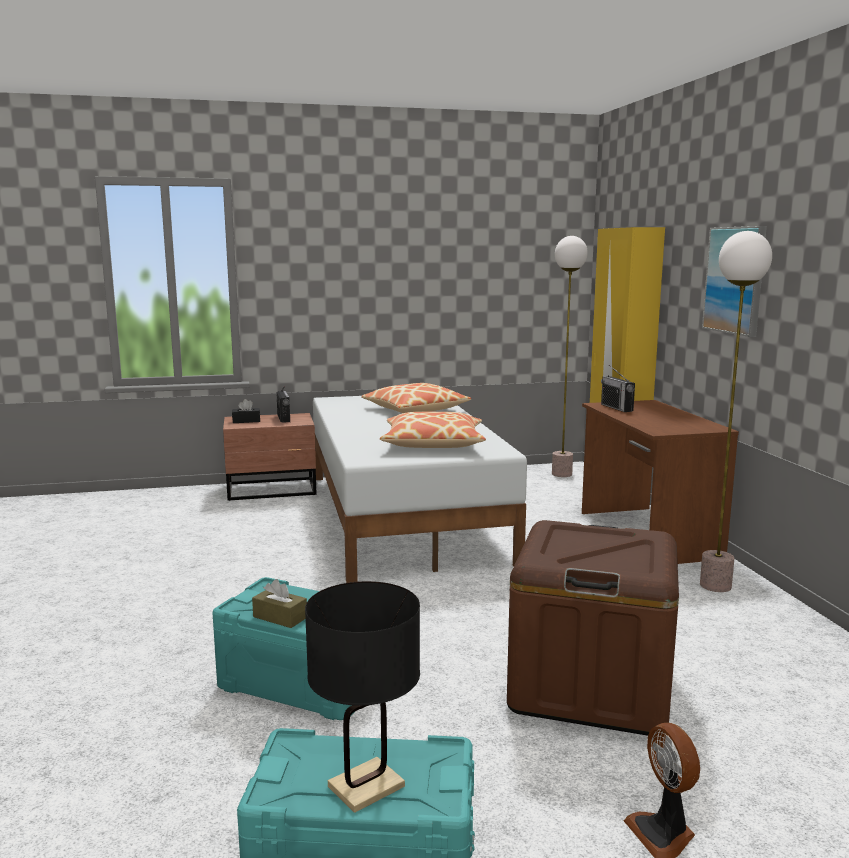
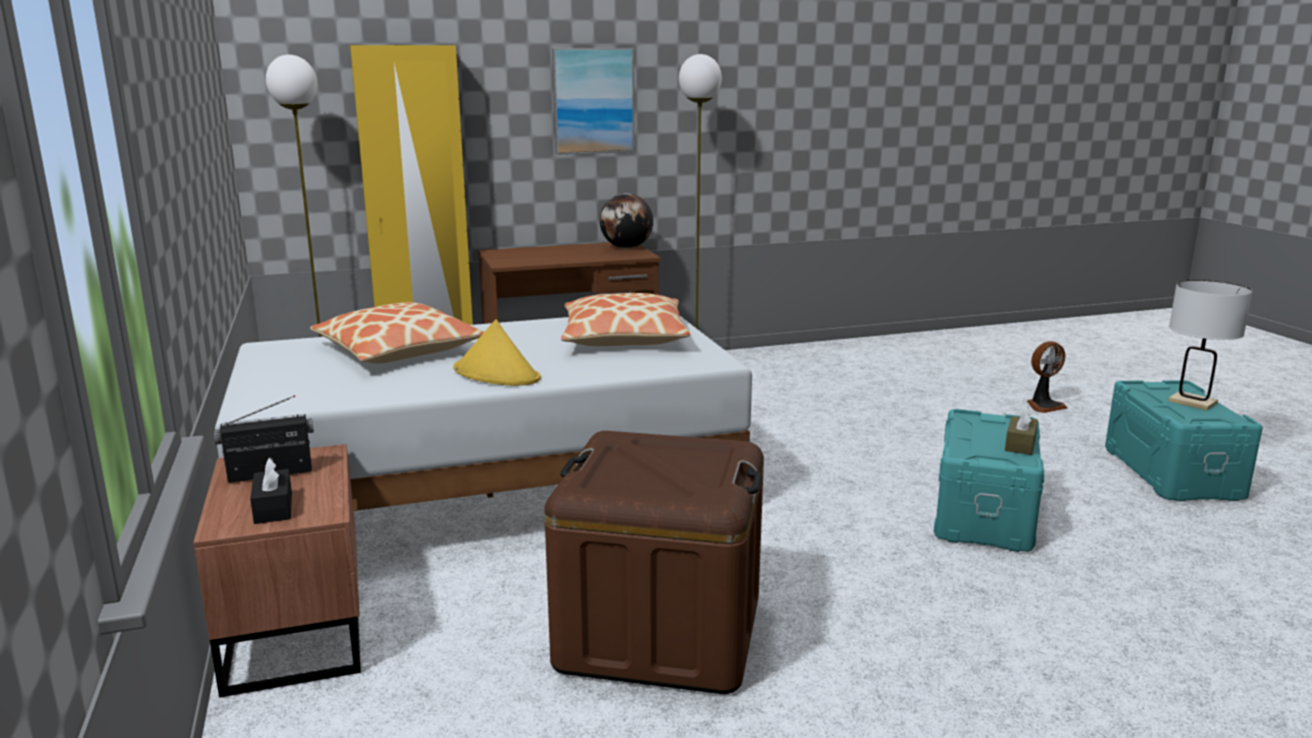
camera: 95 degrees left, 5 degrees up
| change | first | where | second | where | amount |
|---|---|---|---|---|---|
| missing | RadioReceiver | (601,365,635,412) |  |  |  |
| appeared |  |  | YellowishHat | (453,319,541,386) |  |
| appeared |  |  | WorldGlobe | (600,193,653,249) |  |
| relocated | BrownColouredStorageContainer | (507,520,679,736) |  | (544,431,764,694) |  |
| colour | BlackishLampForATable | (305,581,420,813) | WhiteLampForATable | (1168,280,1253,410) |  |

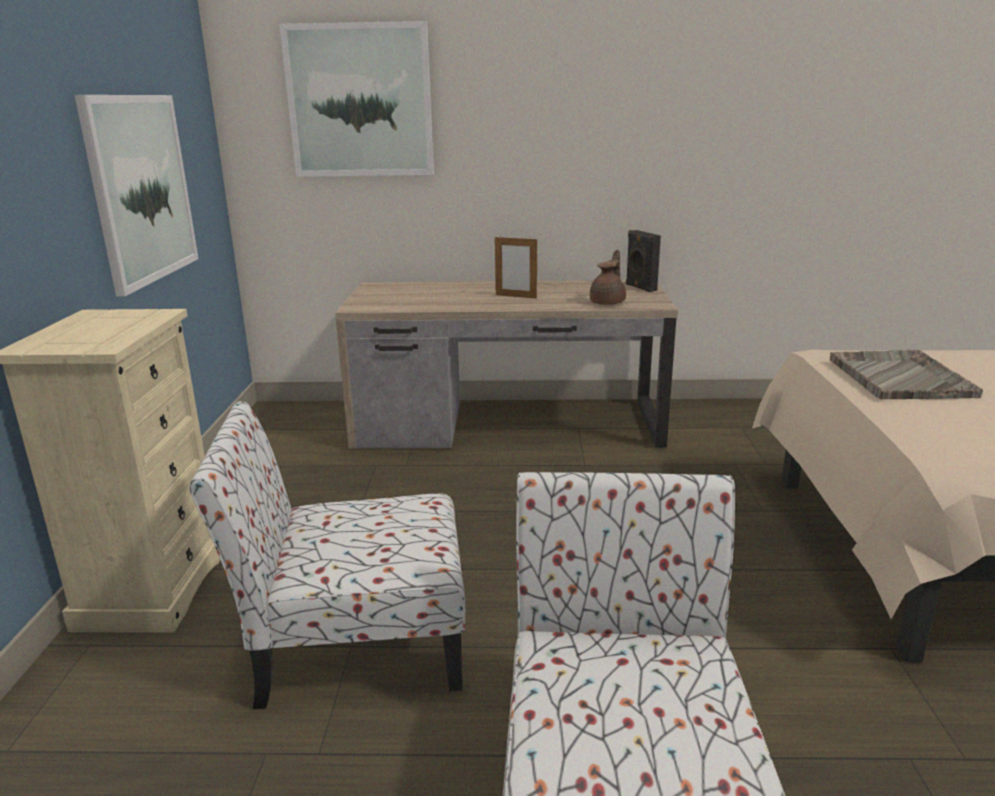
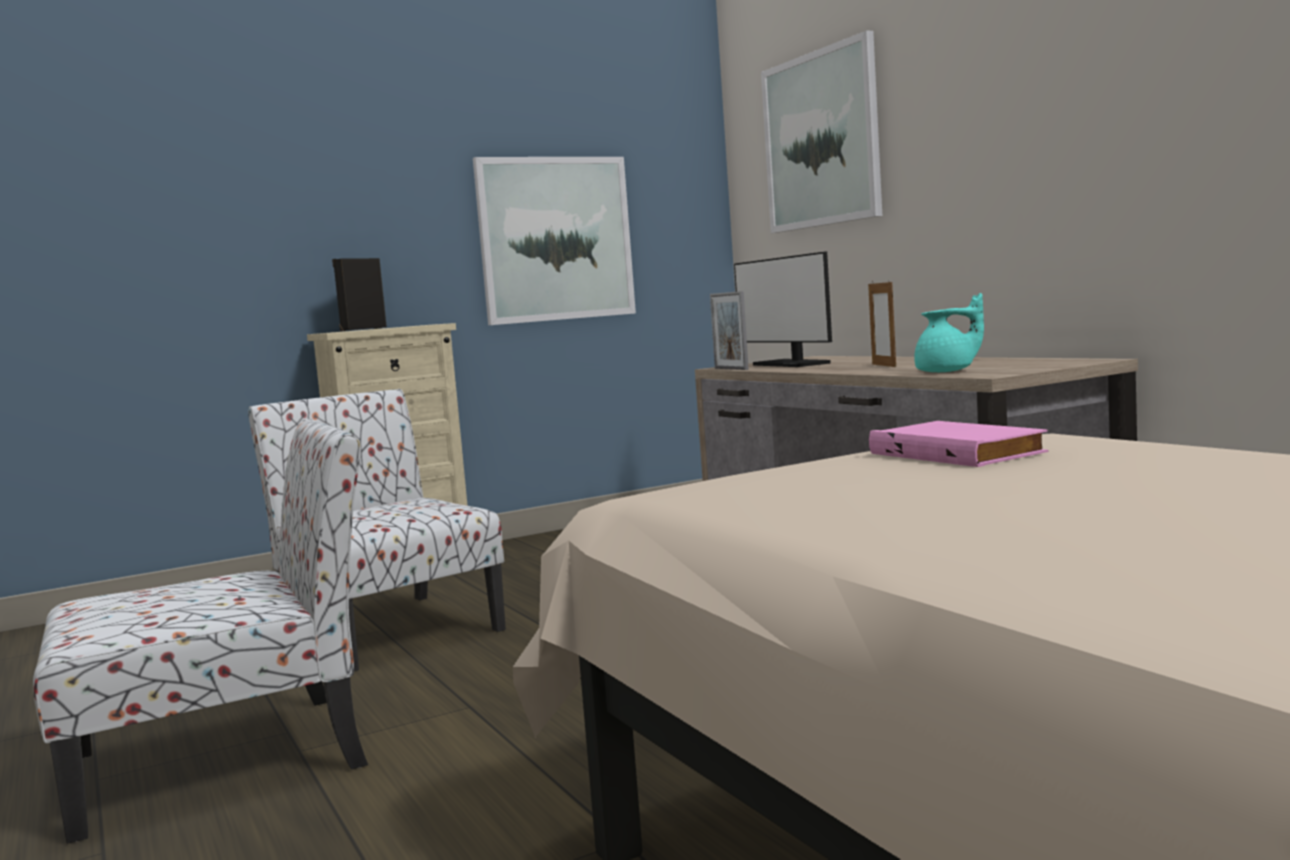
camera: 60 degrees right, 15 degrees down
| change | first | where | second | where | amount |
|---|---|---|---|---|---|
| appeared |  |  | PhotoFrame | (710,291,749,370) |  |
| appeared |  |  | ComputerDisplay | (734,251,832,367) |  |
| relocated | BlackishAudioSpeaker | (626,230,661,292) |  | (332,258,387,332) |  |
| exchanged | GrayCarryingTray | (830,350,983,399) | PinkishVolume | (869,421,1048,467) |  |
| colour | BrownColouredTeapot | (590,250,626,305) | TurquoiseTeapot | (914,293,984,372) |  |

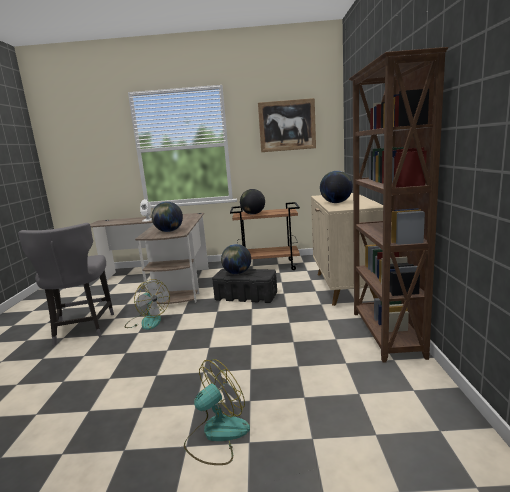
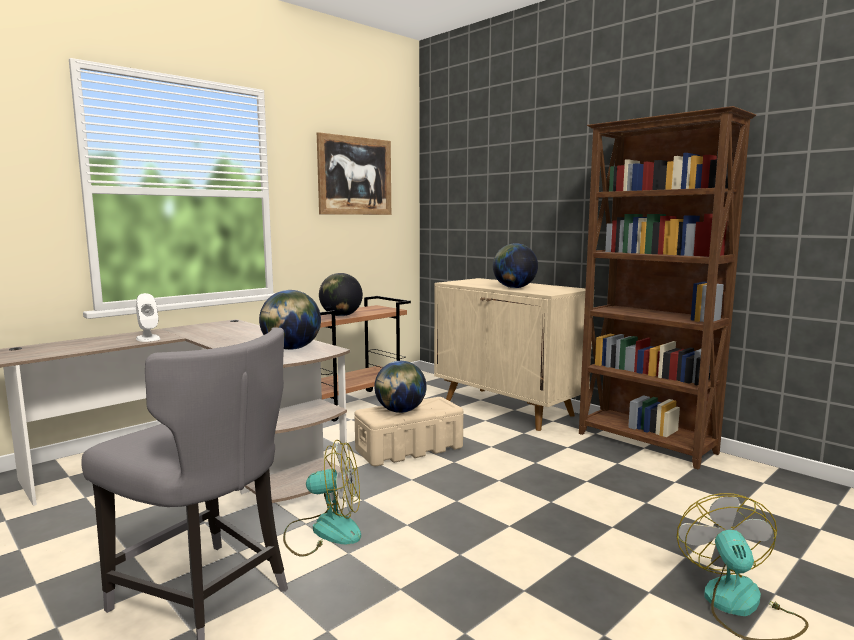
camera: 45 degrees left, 5 degrees down
| change | first | where | second | where | amount |
|---|---|---|---|---|---|
| colour | BlackishStorageContainer | (212,268,277,303) | SandColouredStorageContainer | (354,397,463,466) |  |

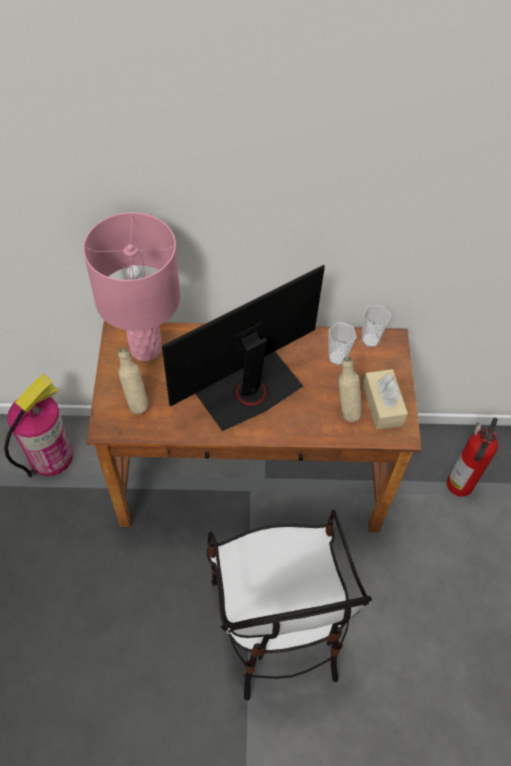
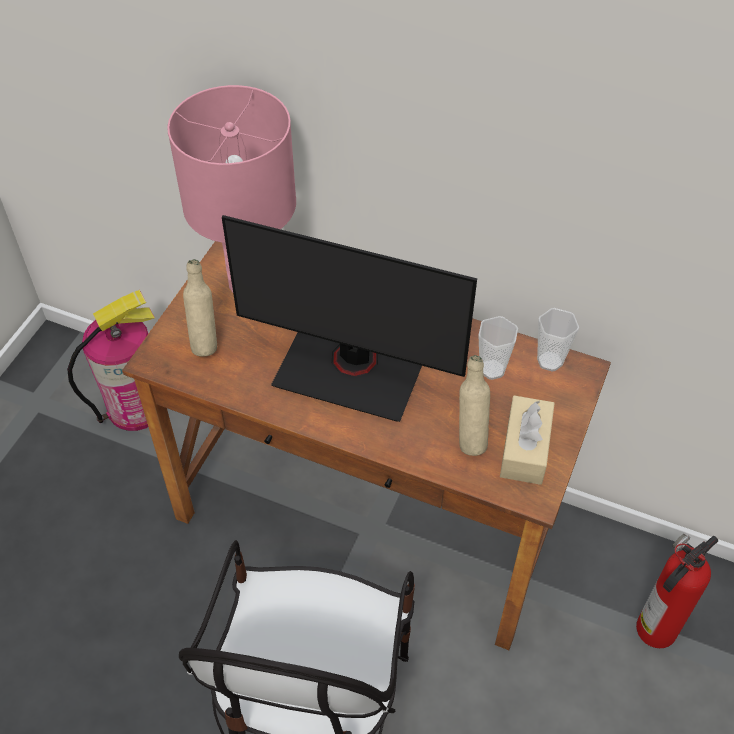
camera: 25 degrees right, 5 degrees down
| change | first | where | second | where | amount |
|---|---|---|---|---|---|
| spun | ComputerDisplay | (162,265,325,431) |  | (222,215,477,422) | 150 degrees counterclockwise |

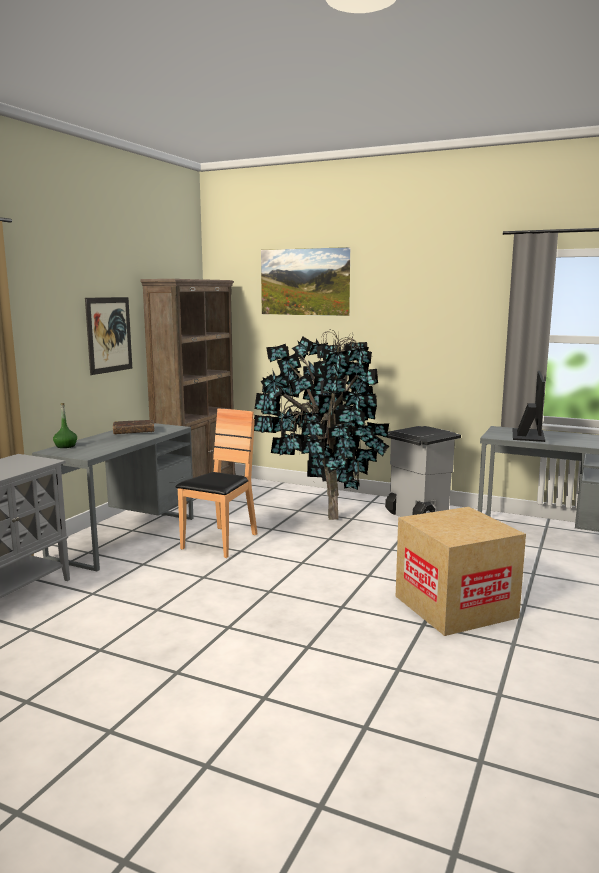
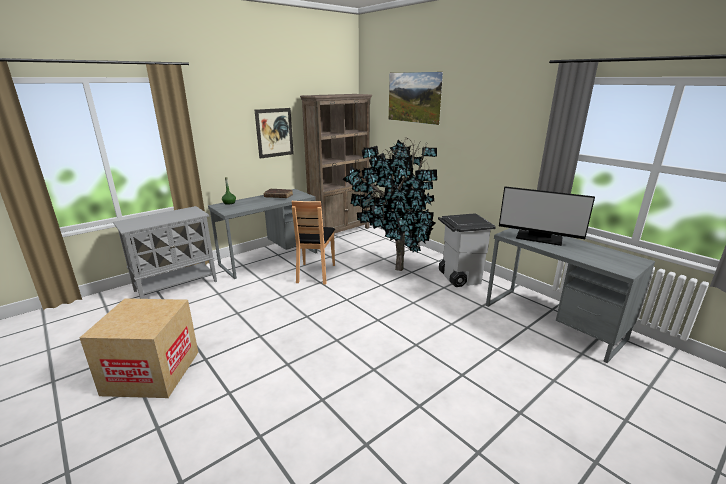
camera: 25 degrees right, 10 degrees up
| change | first | where | second | where | amount |
|---|---|---|---|---|---|
| relocated | PackingBox | (396,507,526,636) |  | (80,298,198,398) |  |
| spun | BrownColouredChair | (176,408,258,558) |  | (292,201,335,284) | 135 degrees clockwise |
| spun | ComputerDisplay | (512,371,545,442) |  | (499,187,595,246) | 75 degrees clockwise |

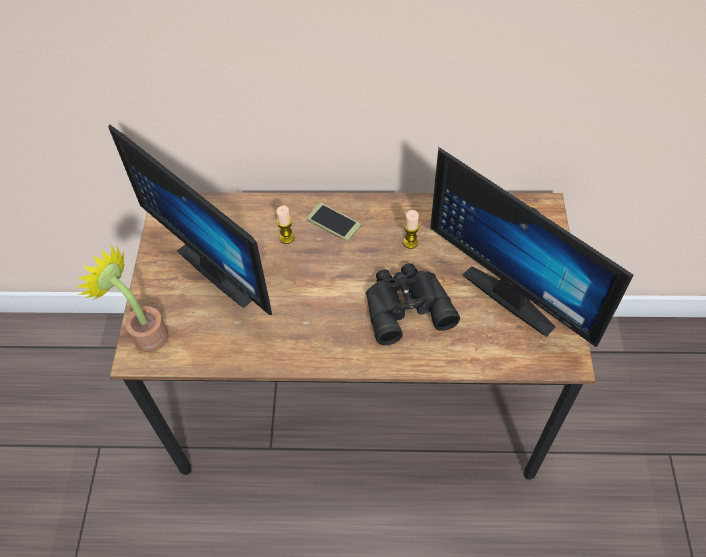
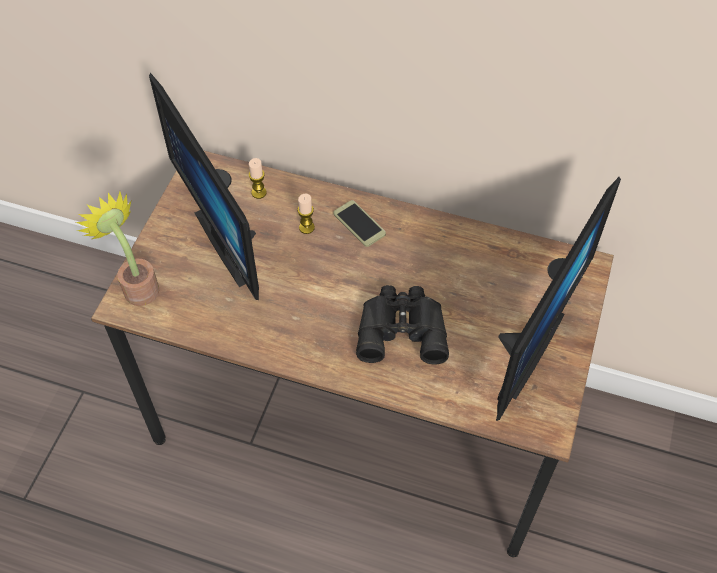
camera: 15 degrees right, 0 degrees up
| change | first | where | second | where | amount |
|---|---|---|---|---|---|
| relocated | WaxLight | (403,210,420,249) |  | (249,158,267,199) |  |
| spun | ComputerDisplay | (430,147,634,347) |  | (496,177,621,421) | 120 degrees counterclockwise |

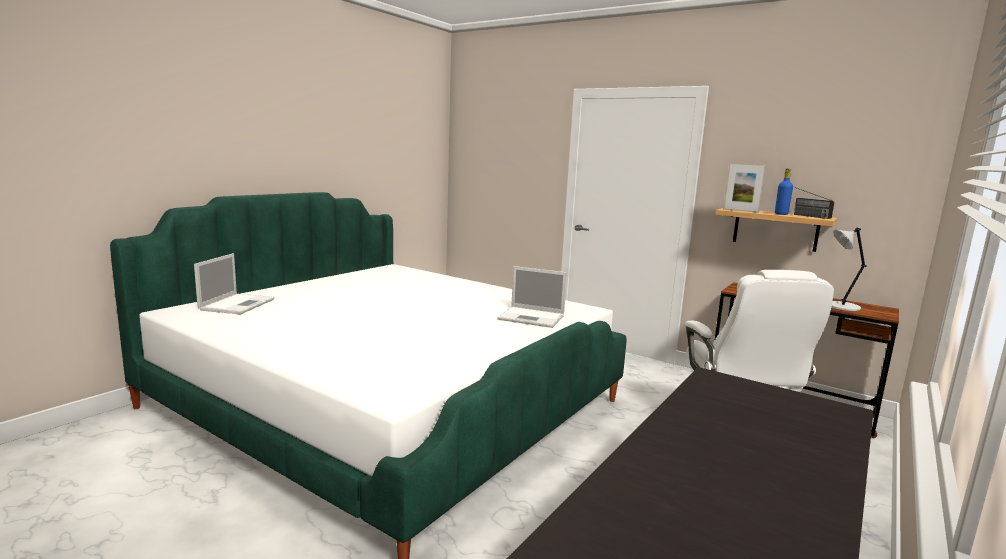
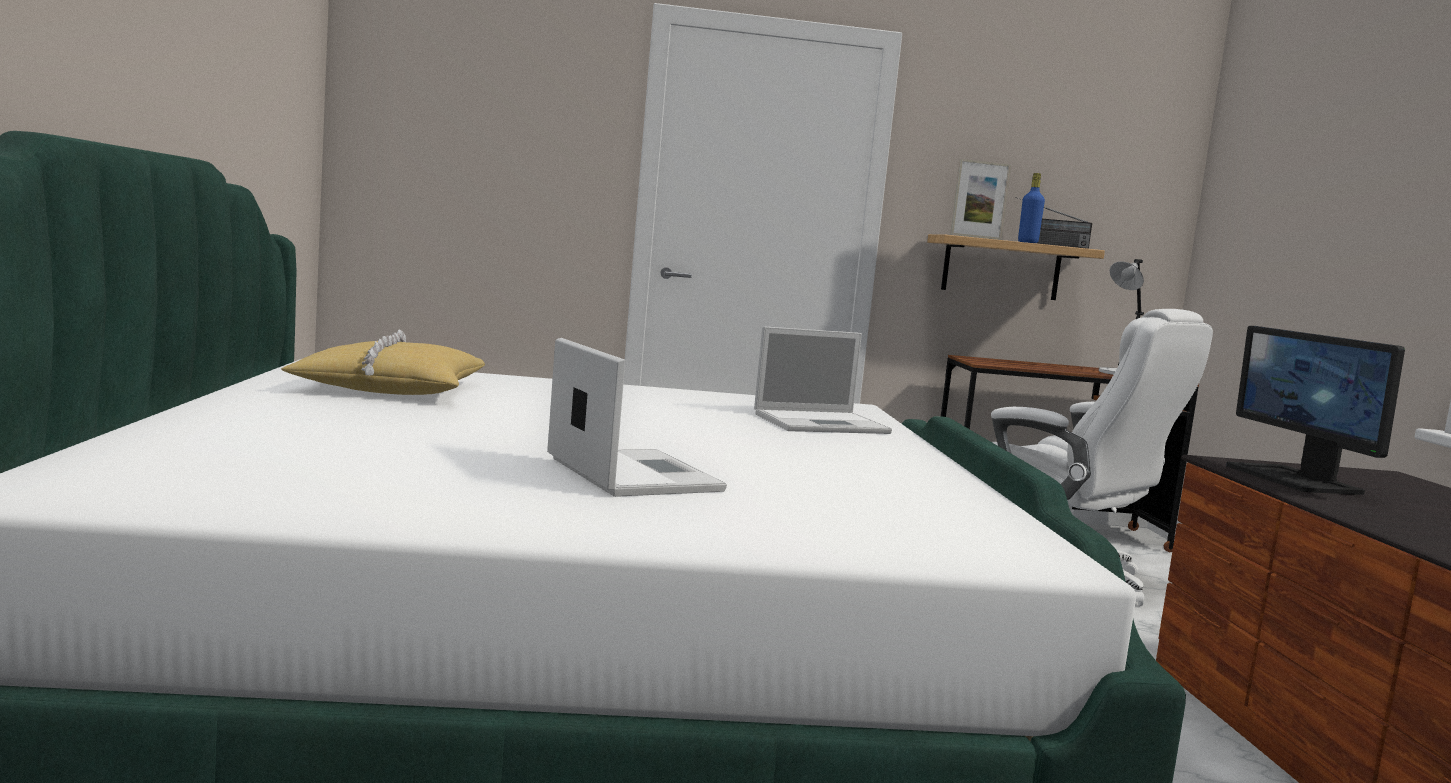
camera: 40 degrees left, 5 degrees down
| change | first | where | second | where | amount |
|---|---|---|---|---|---|
| appeared |  |  | YellowishThrowPillow | (281,329,485,395) |  |
| appeared |  |  | ComputerDisplay | (1226,326,1405,495) |  |
| relocated | Laptop | (194,253,275,315) |  | (547,338,727,497) |  |

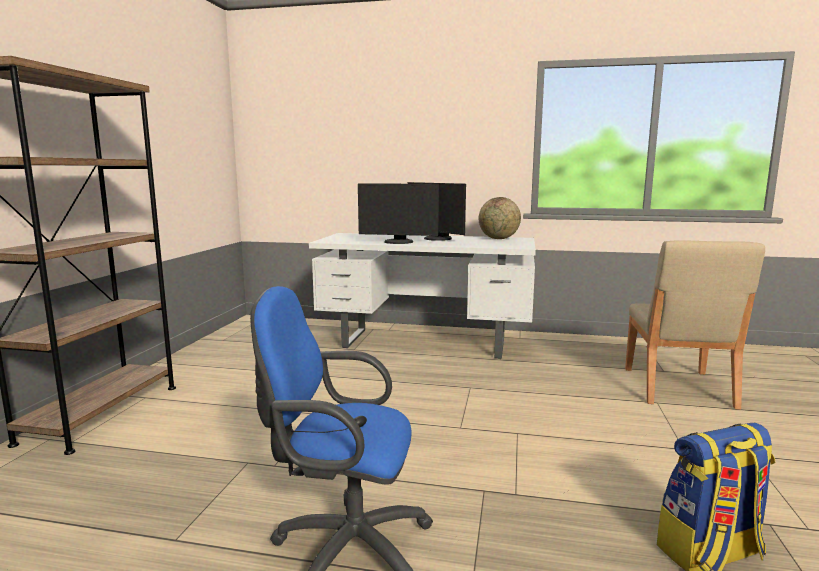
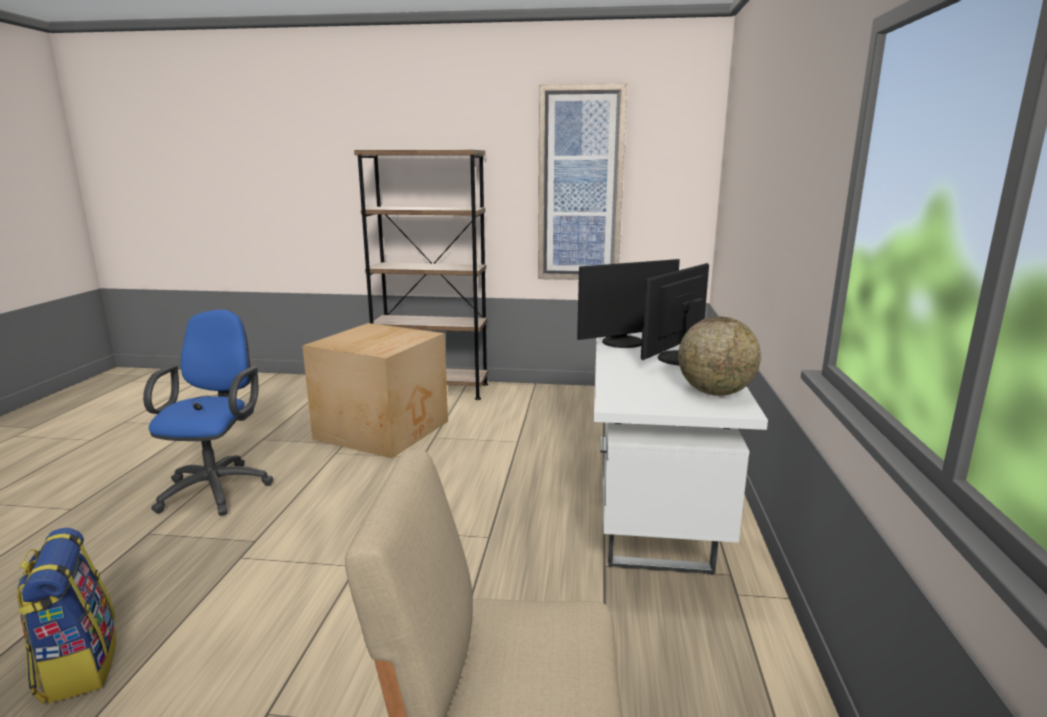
camera: 85 degrees right, 5 degrees up
| change | first | where | second | where | amount |
|---|---|---|---|---|---|
| appeared |  |  | PackingBox | (302,323,448,458) |  |
| appeared |  |  | WallArt | (538,83,627,280) |  |
| spun | ComputerDisplay | (358,183,439,244) |  | (577,259,680,348) | 120 degrees counterclockwise |

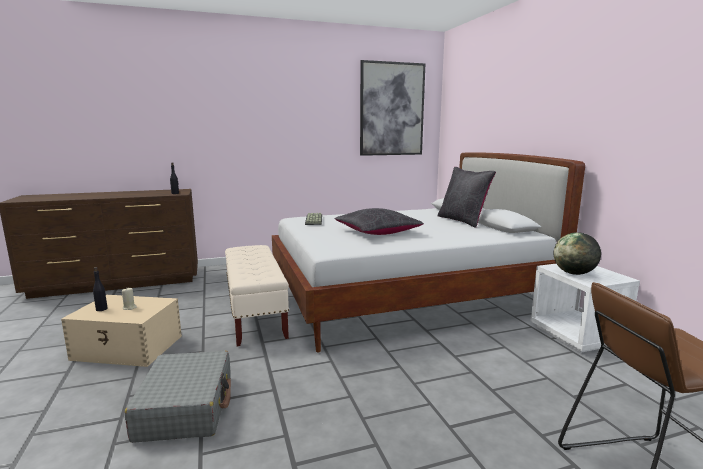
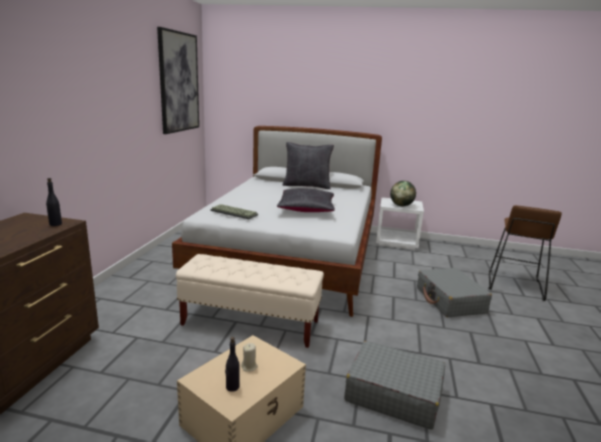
camera: 60 degrees left, 5 degrees up
| change | first | where | second | where | amount |
|---|---|---|---|---|---|
| appeared |  |  | GrayTravelCase | (417,268,492,317) |  |

